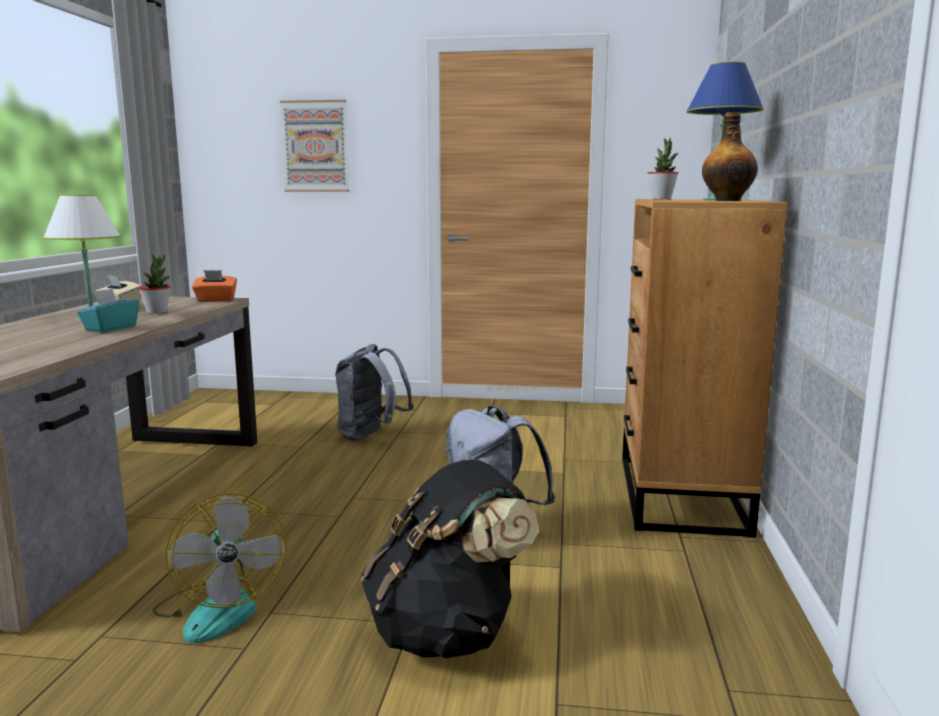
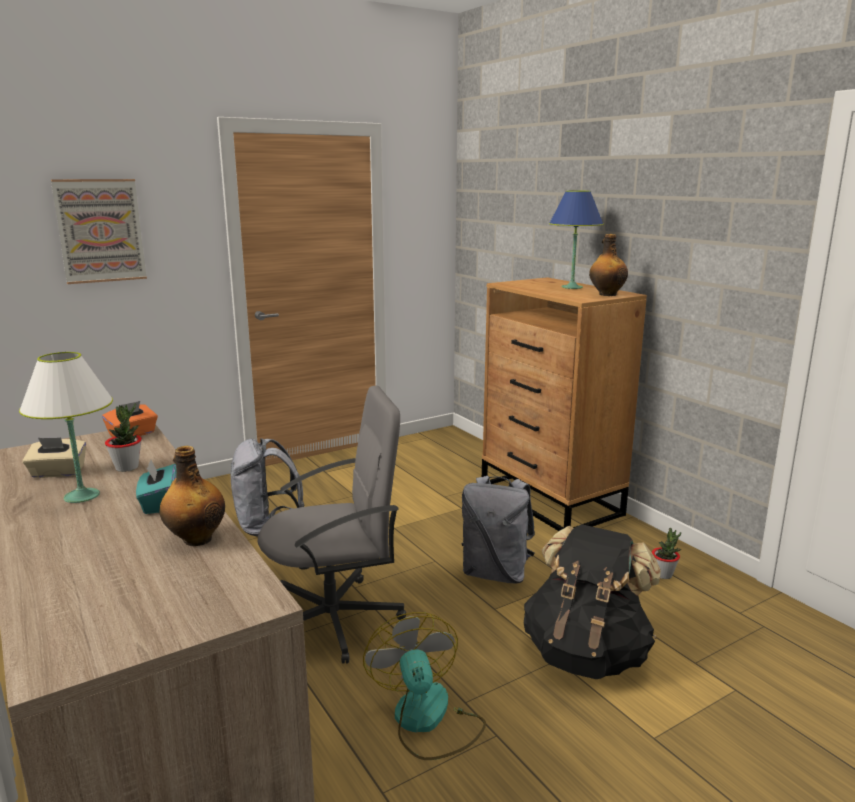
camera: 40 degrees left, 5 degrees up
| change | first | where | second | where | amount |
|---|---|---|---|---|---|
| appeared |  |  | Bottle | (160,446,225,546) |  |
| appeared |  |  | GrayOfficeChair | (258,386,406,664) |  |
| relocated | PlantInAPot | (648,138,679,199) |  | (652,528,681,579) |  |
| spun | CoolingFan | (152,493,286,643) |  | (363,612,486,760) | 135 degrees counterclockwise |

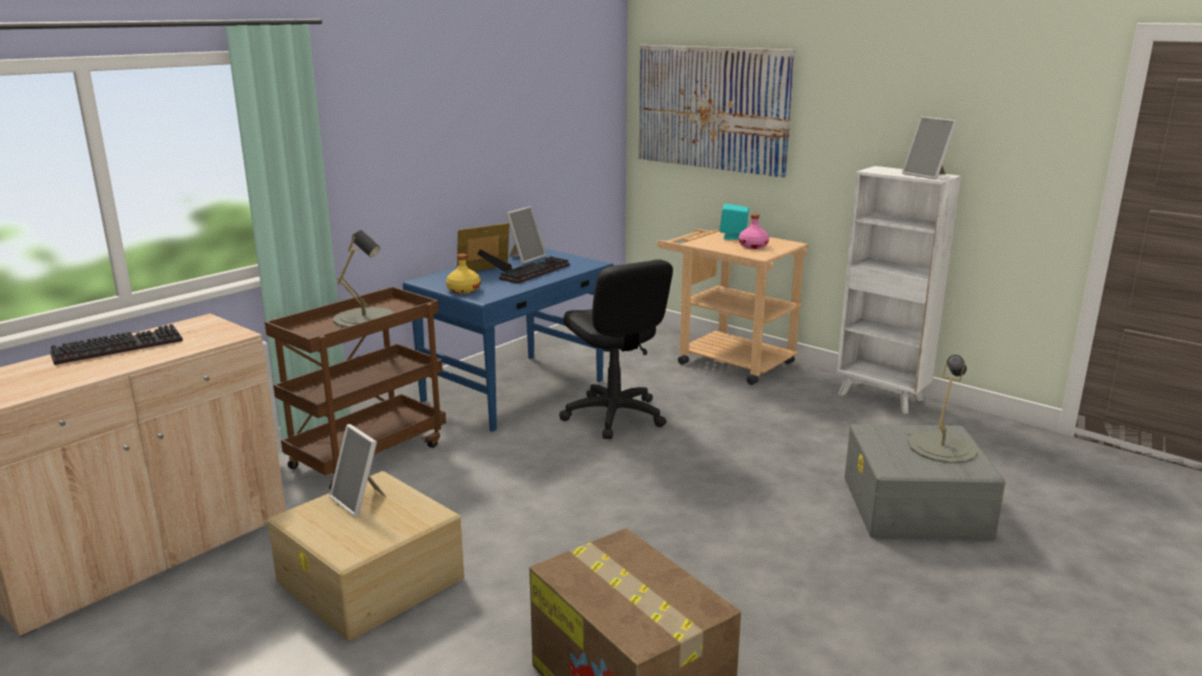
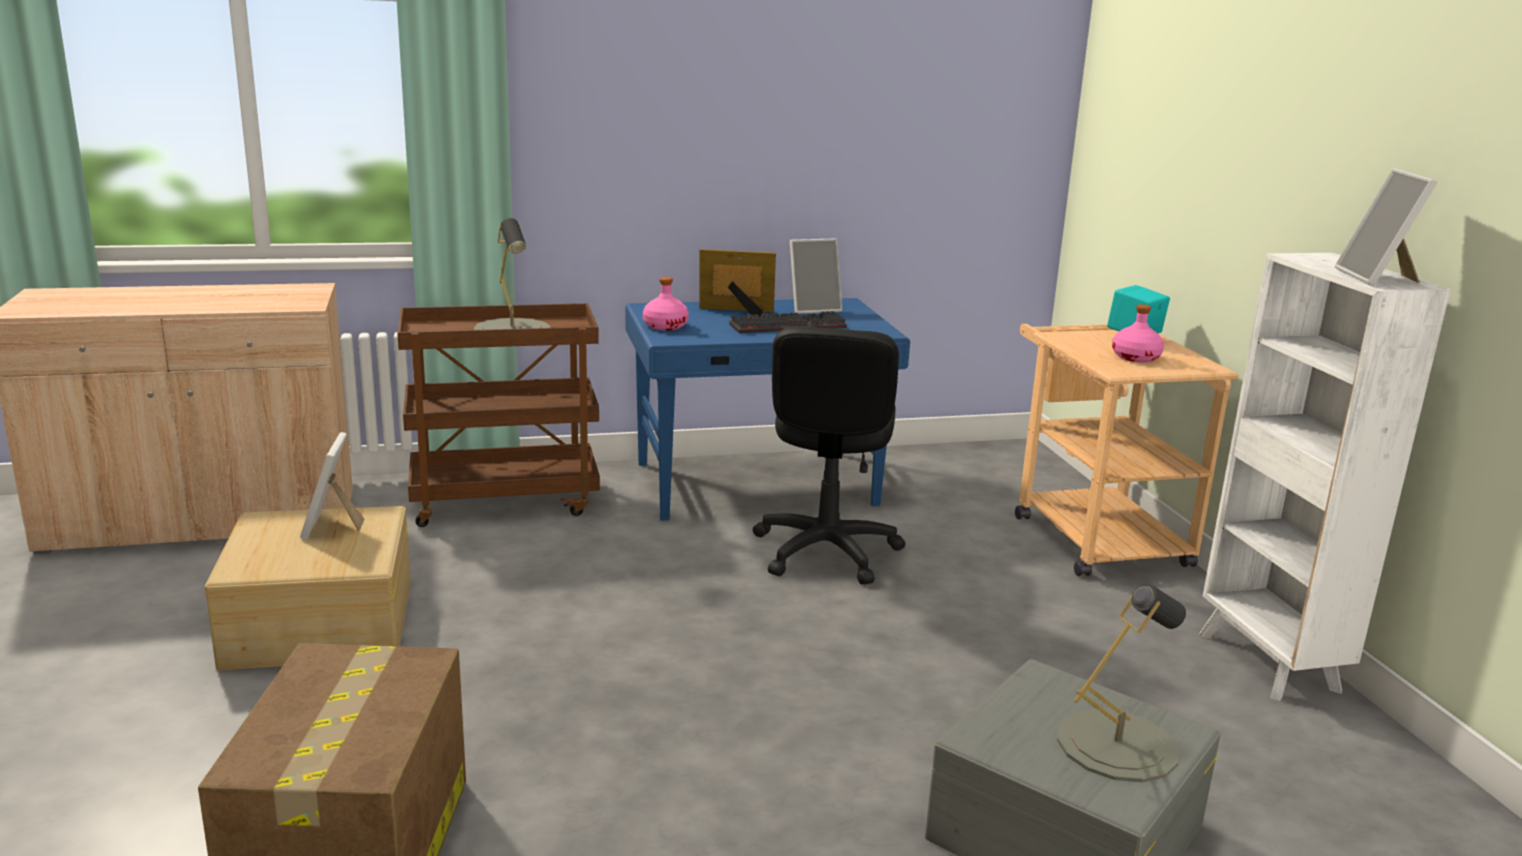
camera: 35 degrees right, 0 degrees up
| change | first | where | second | where | amount |
|---|---|---|---|---|---|
| missing | ComputerKeyboard | (50,324,183,365) |  |  |  |
| missing | WallArt | (638,45,795,178) |  |  |  |
| colour | YellowishBottle | (446,254,481,294) | PinkishBottle | (643,277,689,330) |  |

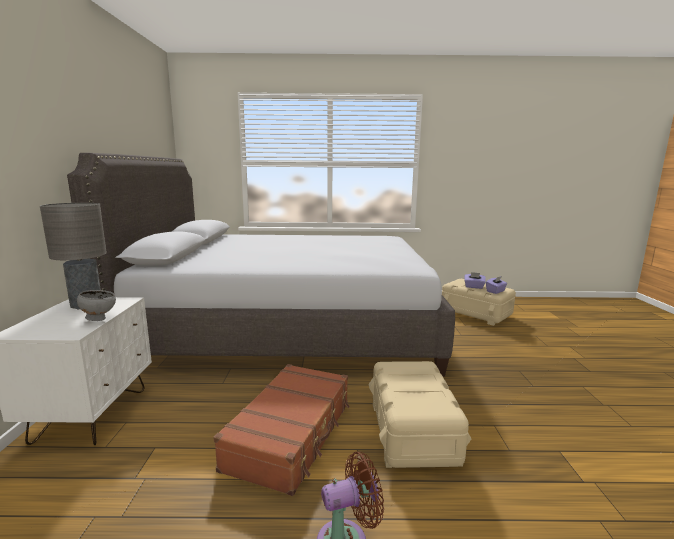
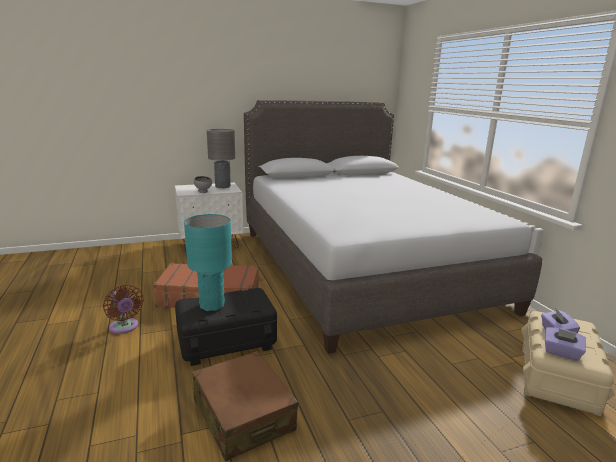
camera: 70 degrees right, 5 degrees up
| change | first | where | second | where | amount |
|---|---|---|---|---|---|
| appeared |  |  | TurquoiseLampForATable | (184,214,232,311) |  |
| appeared |  |  | BrownColouredTravelCase | (192,351,298,461) |  |
| colour | SandColouredStorageContainer | (369,361,471,468) | BlackishStorageContainer | (175,288,277,366) |  |

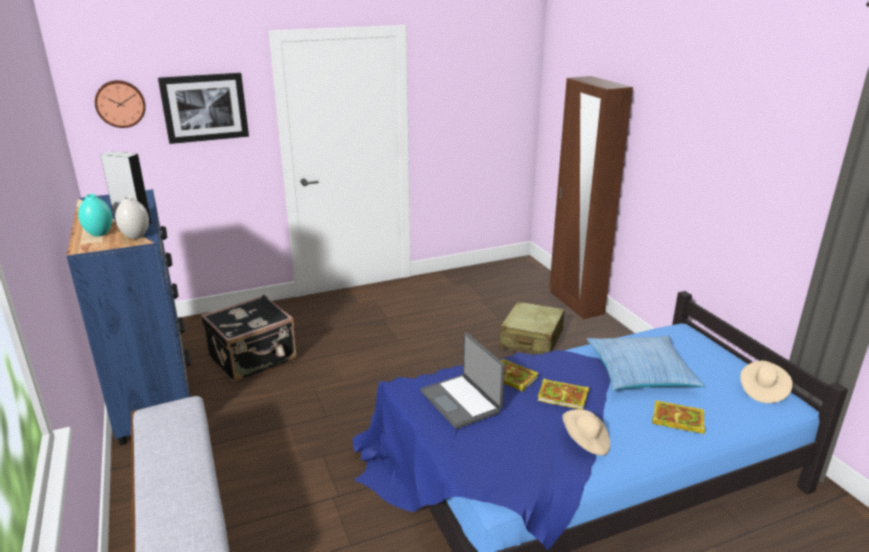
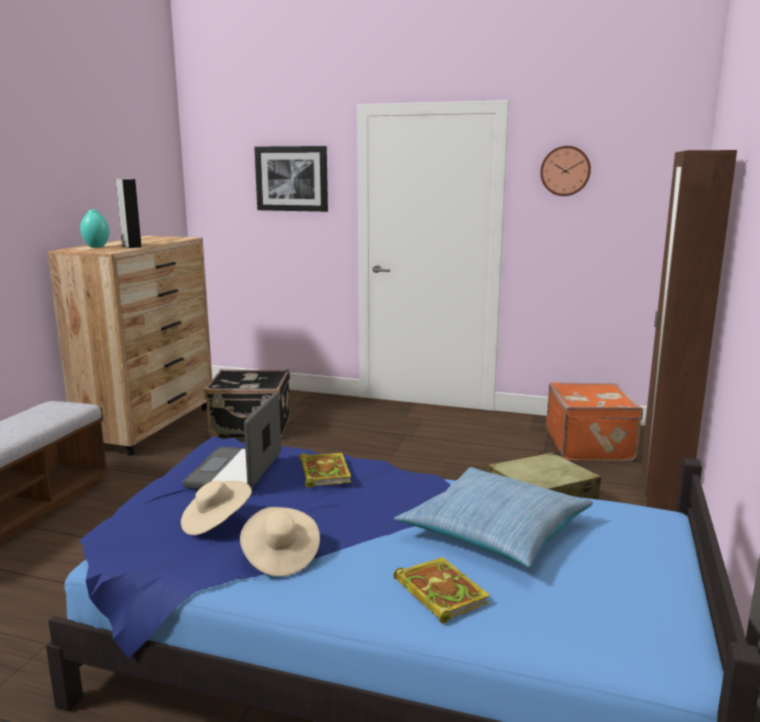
camera: 40 degrees right, 10 degrees down
| change | first | where | second | where | amount |
|---|---|---|---|---|---|
| missing | WhiteVase | (115,196,149,239) |  |  |  |
| missing | Volume | (537,378,589,410) |  |  |  |
| appeared |  |  | OrangeyTravelCase | (546,382,643,462) |  |
| relocated | ClockOnTheWall | (95,80,146,128) |  | (540,146,591,196) |  |
| relocated | SandColouredHat | (740,361,793,403) |  | (181,480,252,535) |  |
| colour | BluishDrawerChest | (67,189,191,445) | BrownColouredDrawerChest | (48,236,212,456) |  |

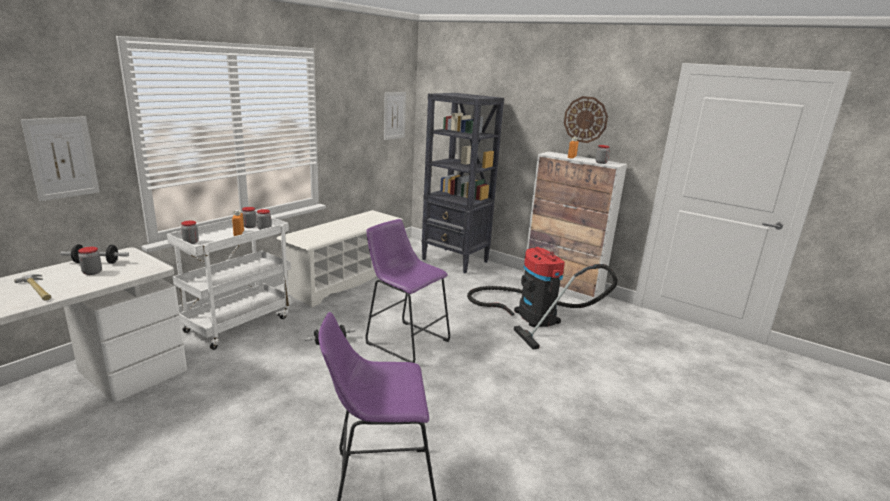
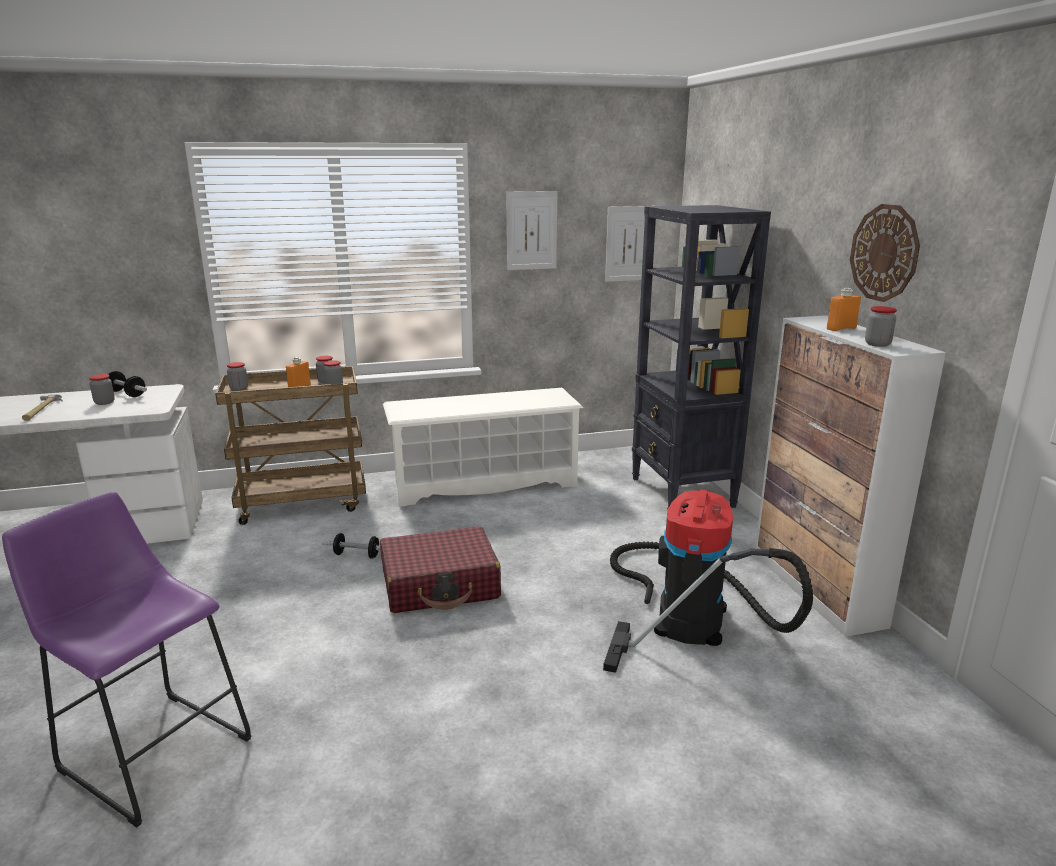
camera: 40 degrees right, 0 degrees up
| change | first | where | second | where | amount |
|---|---|---|---|---|---|
| relocated | WallArt | (21,116,100,201) |  | (506,191,557,270) |  |
| exchanged | PurpleColouredStool | (365,219,450,363) | RedTravelCase | (380,526,501,613) |  |
| colour | WhiteTrolley | (167,213,293,350) | BrownColouredTrolley | (215,366,366,525) |  |

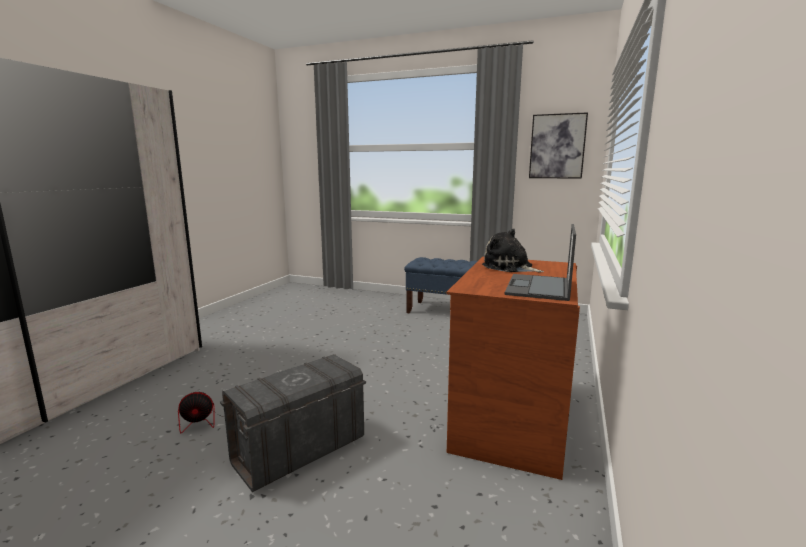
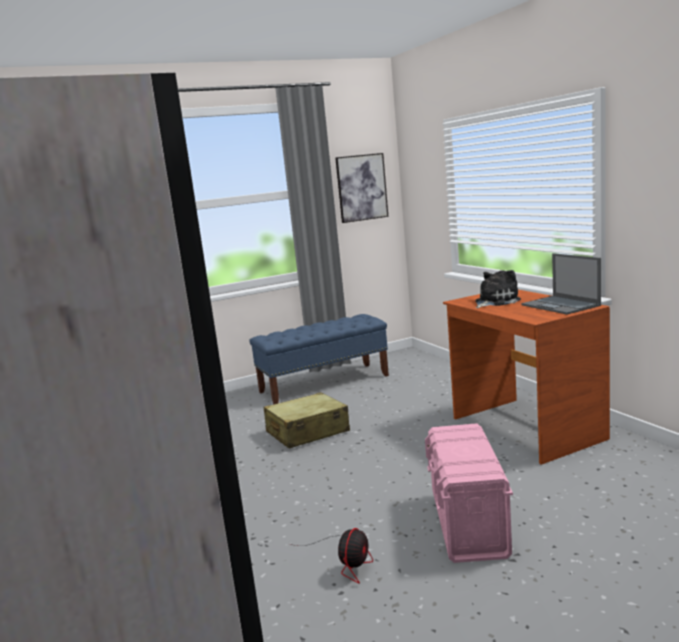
camera: 45 degrees left, 0 degrees up
| change | first | where | second | where | amount |
|---|---|---|---|---|---|
| appeared |  |  | SandColouredTravelCase | (264,392,350,449) |  |
| colour | GrayStorageContainer | (220,354,366,492) | PinkishStorageContainer | (425,423,513,563) |  |
| spun | CuddlyToy | (482,229,544,272) |  | (475,270,521,308) | 150 degrees clockwise |

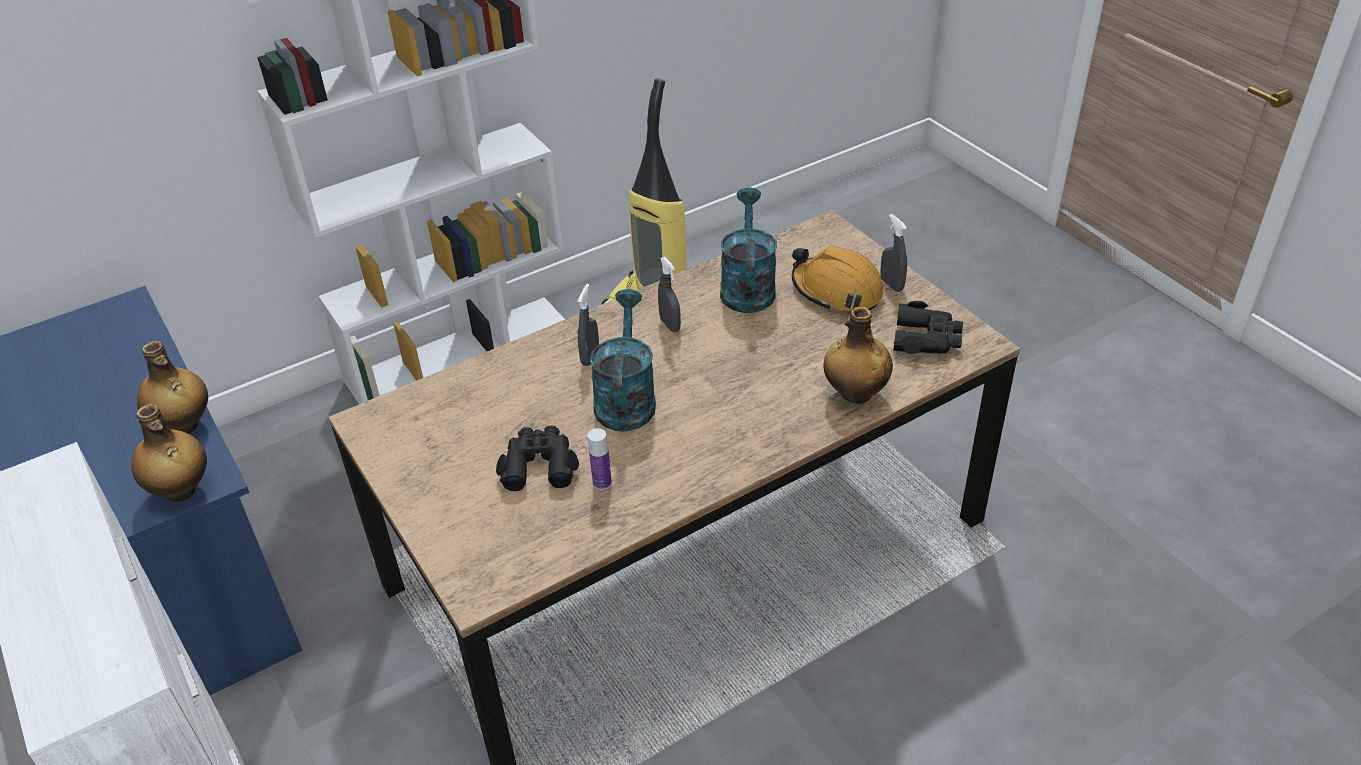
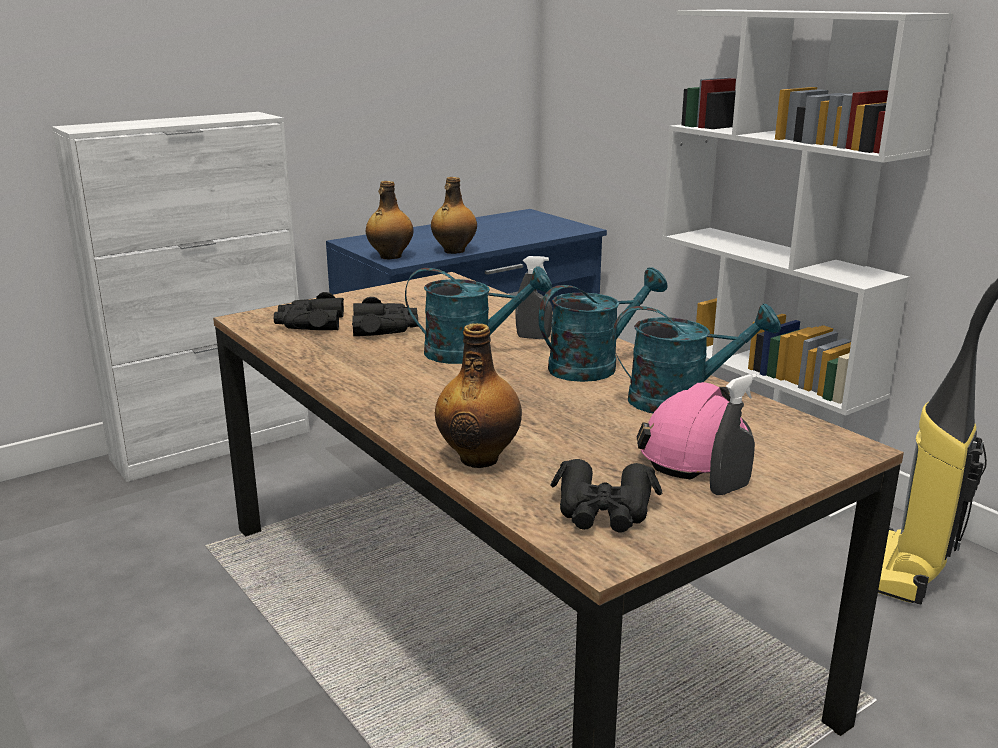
camera: 85 degrees right, 20 degrees down
| change | first | where | second | where | amount |
|---|---|---|---|---|---|
| missing | Bottle | (588,428,612,490) |  |  |  |
| appeared |  |  | BlackishFieldGlasses | (274,292,344,330) |  |
| exchanged | GraySprayBottle | (658,257,681,332) | TurquoiseSprinklingCan | (538,267,667,382) |  |
| colour | OrangeyHardHat | (792,245,884,311) | PinkishHardHat | (637,382,753,479) |  |

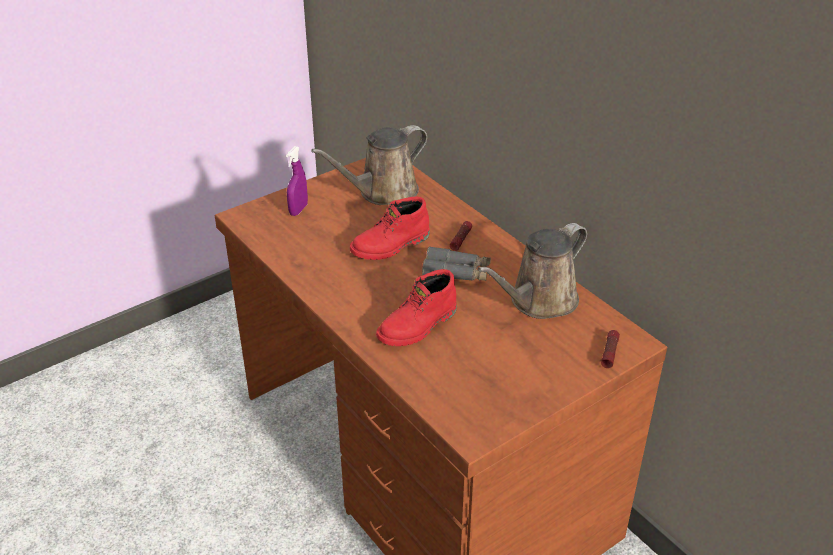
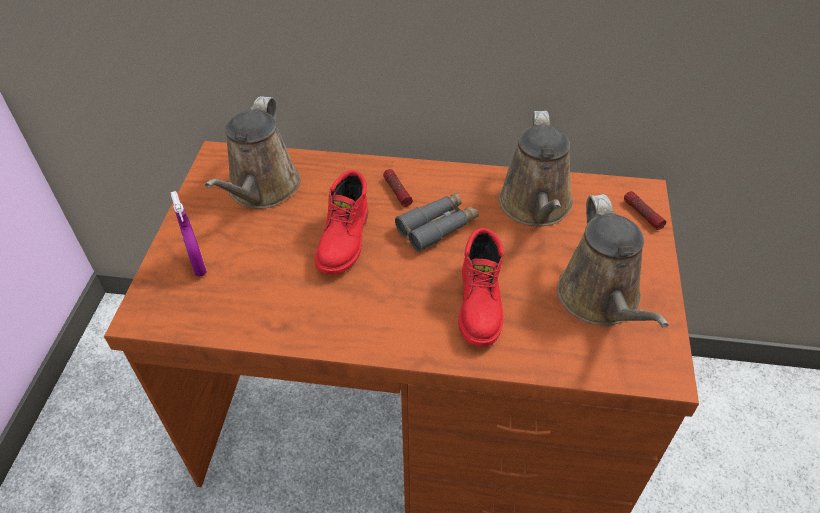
camera: 45 degrees left, 10 degrees up
| change | first | where | second | where | amount |
|---|---|---|---|---|---|
| appeared |  |  | BrownColouredSprinklingCan | (557,194,668,327) |  |

